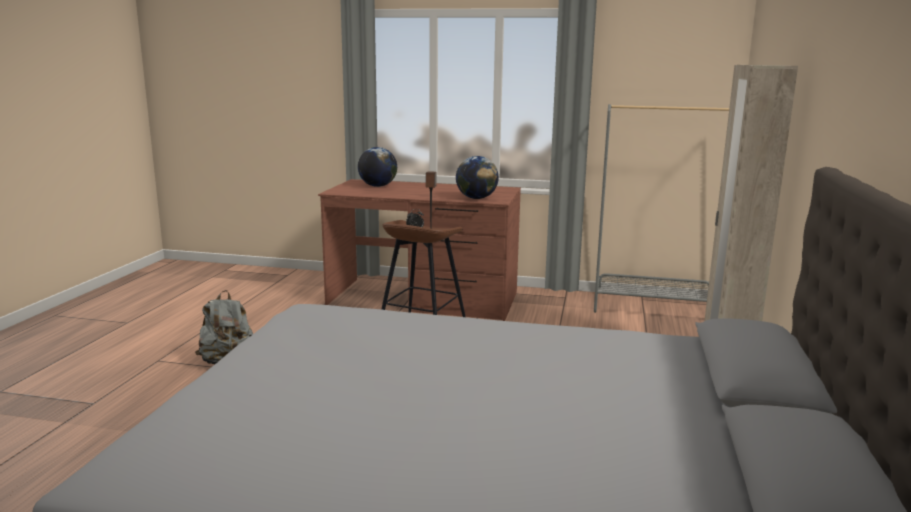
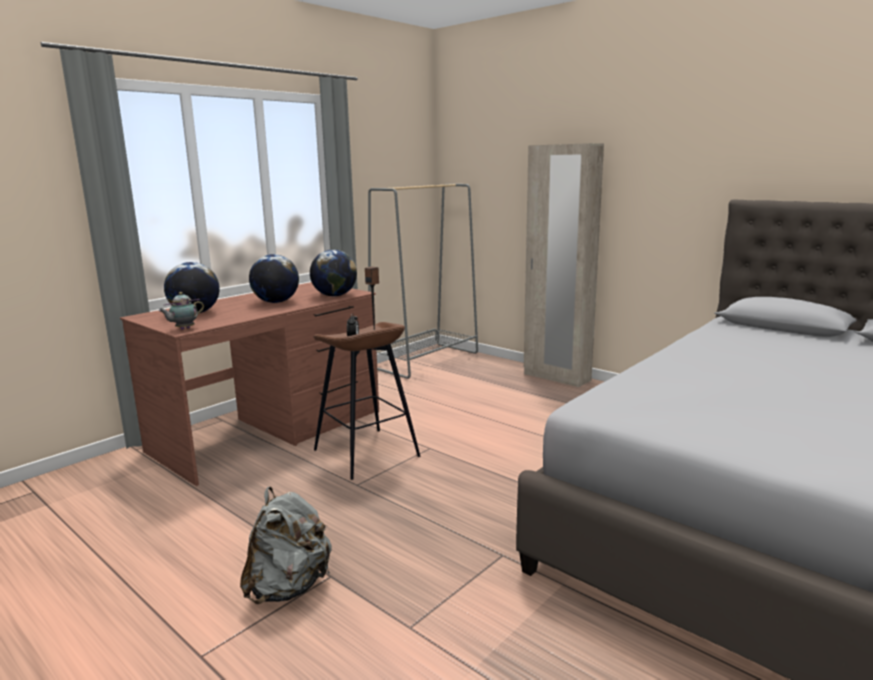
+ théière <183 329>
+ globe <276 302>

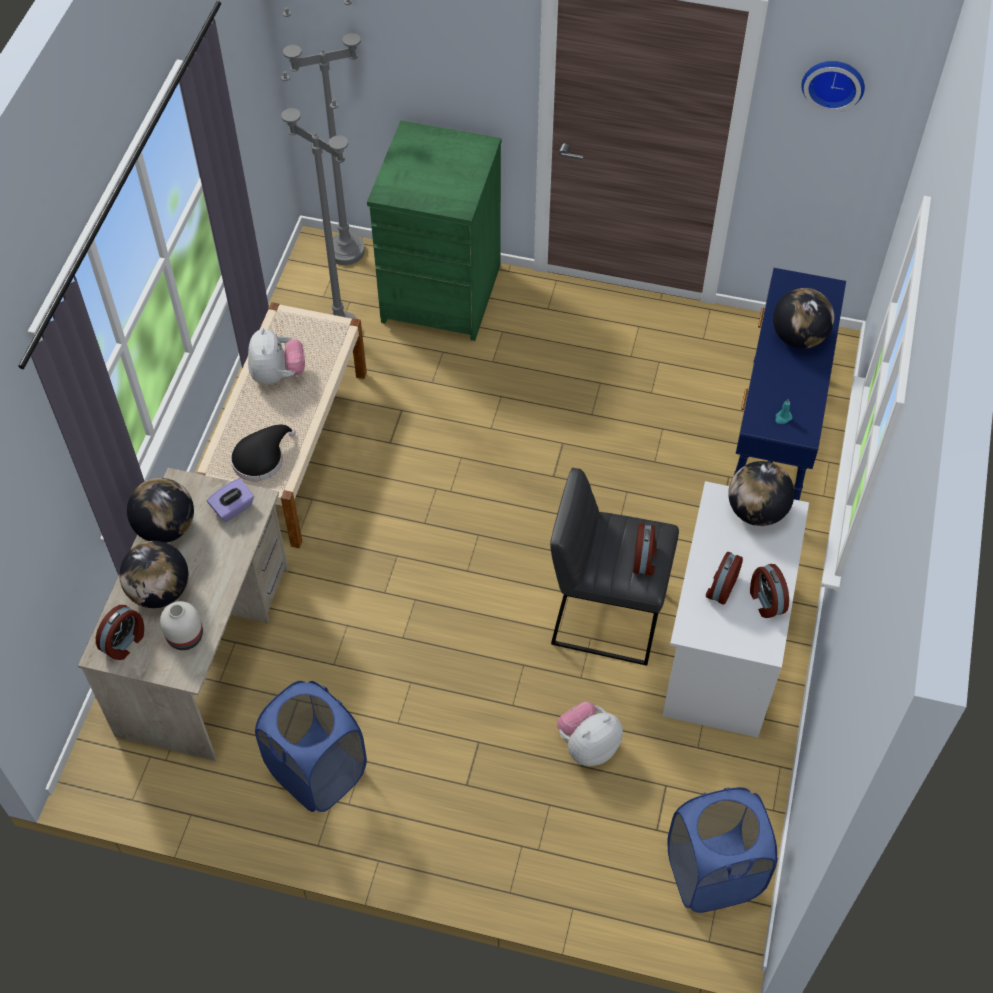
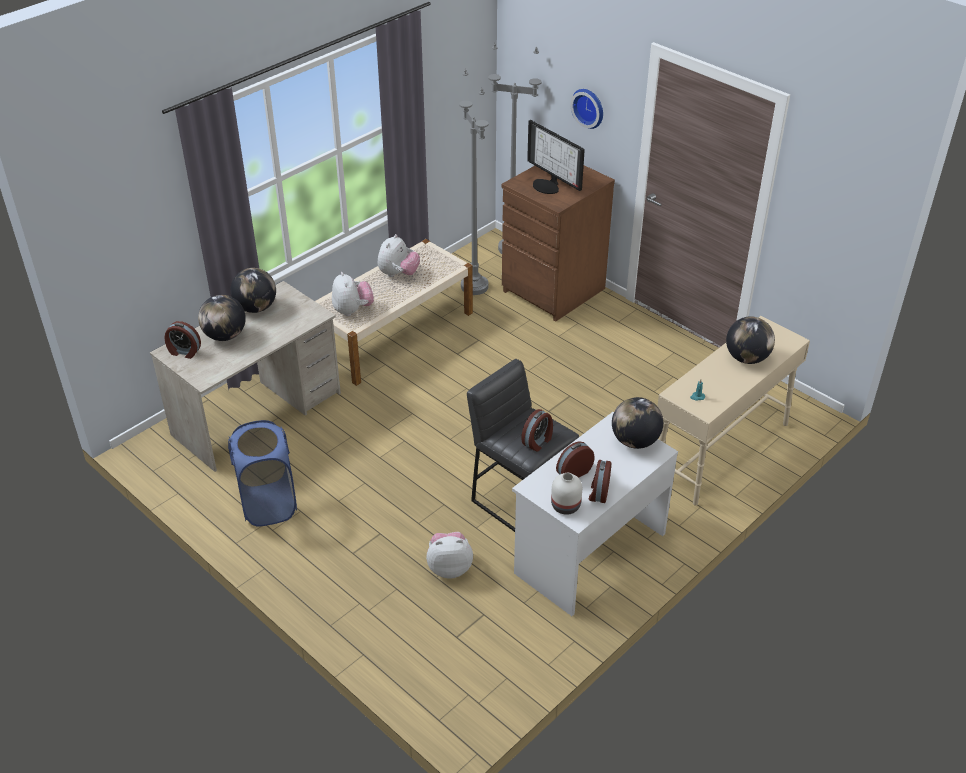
~ réveil <125 642> = <184 352> 45 degrees clockwise
~ vase/blanc <184 636> to <565 505>
- boîte à mouchoirs/violet <233 508>
~ chapeau/noir <261 458> to peluche <352 310>
~ commode/vert <442 295> to commode/marron <554 291>
- panier à linge/bleu <713 873>
~ table console/bleu <771 441> to table console/beige <719 450>
~ horloge murale <833 82> to <589 107>
+ écran d'ordinateur <548 185>

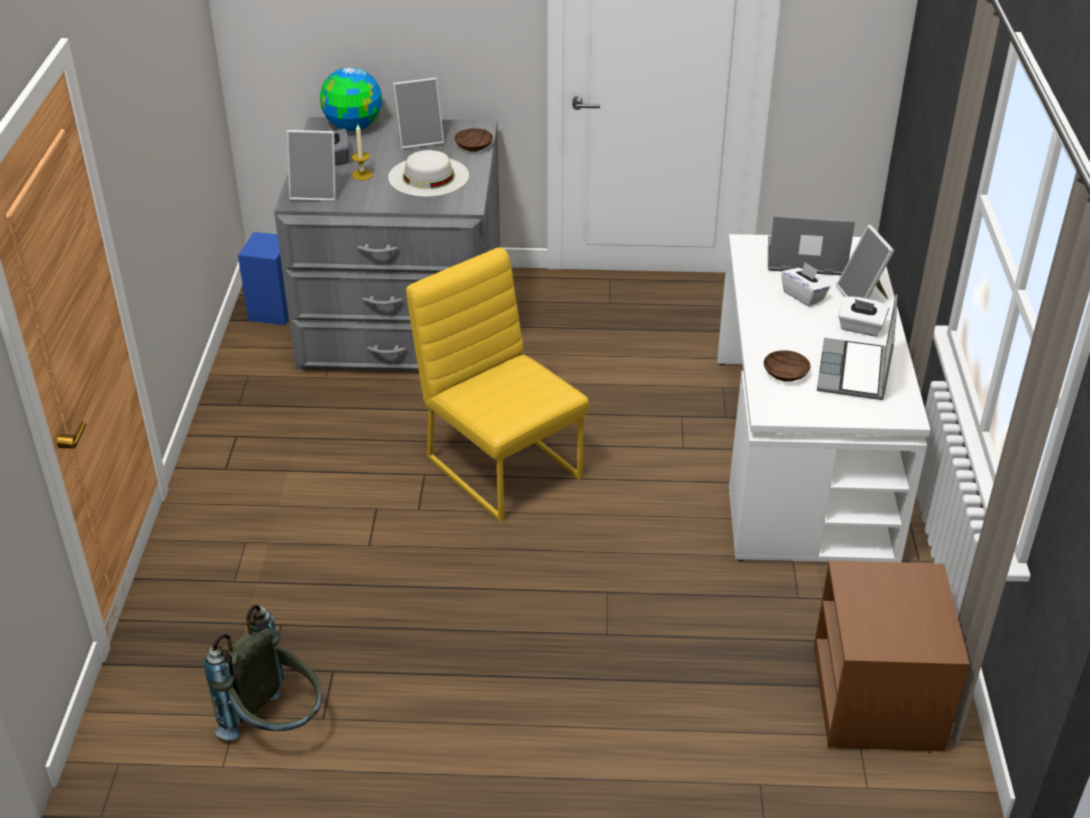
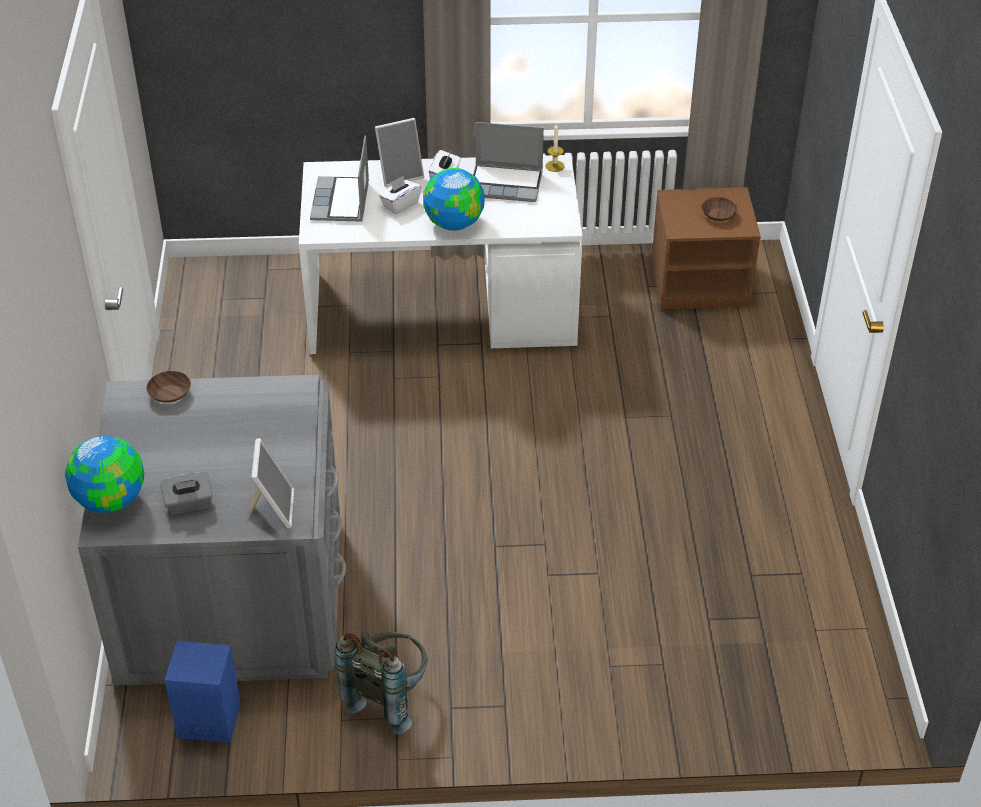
~ sac à dos/gris <277 725> to <388 696>
~ bougie <362 175> to <555 166>
- chapeau/blanc <428 176>
- cadre photo <420 139>
- chaise/jaune <502 464>
~ bol/marron <786 374> to <718 214>
+ globe <453 223>

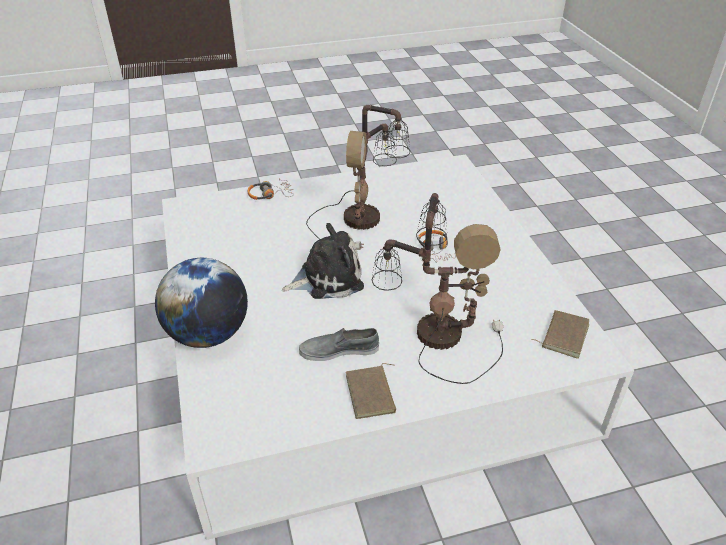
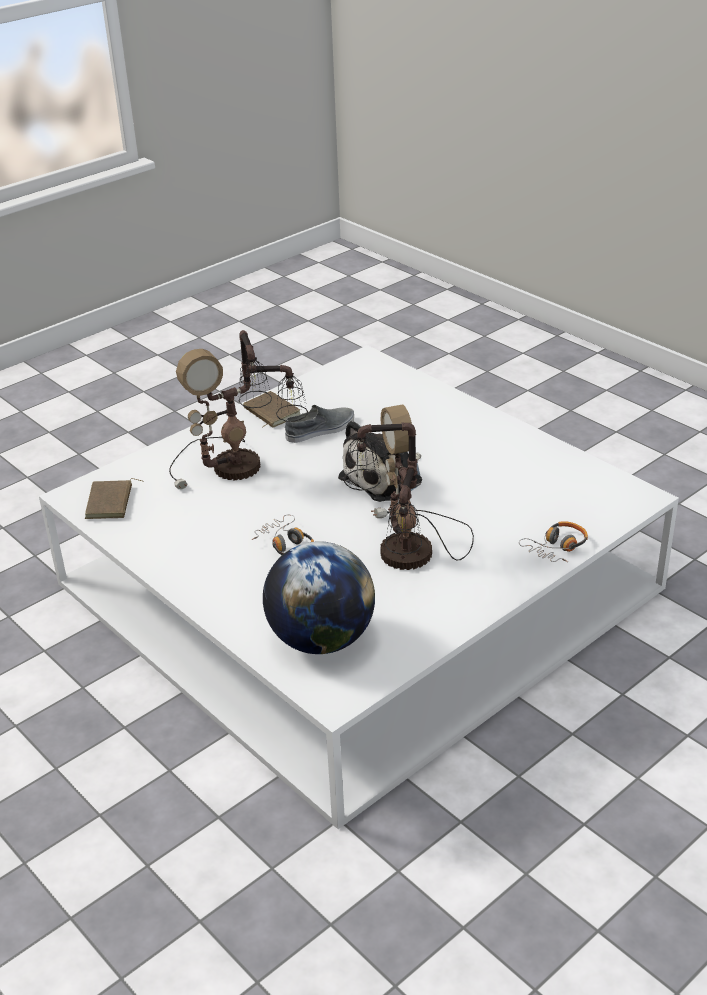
~ globe <209 334> to <321 639>

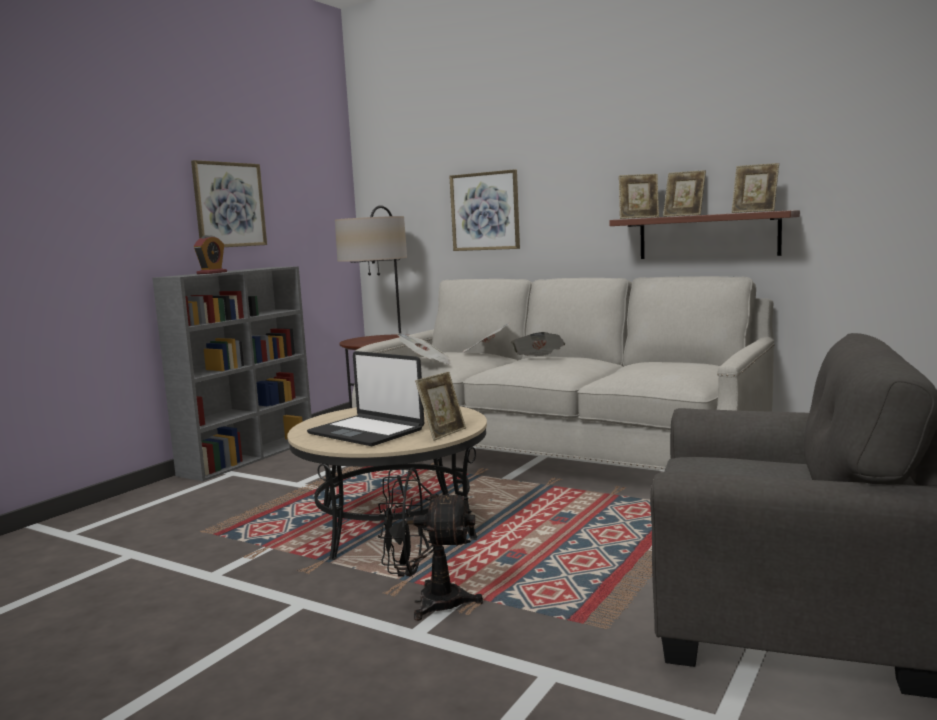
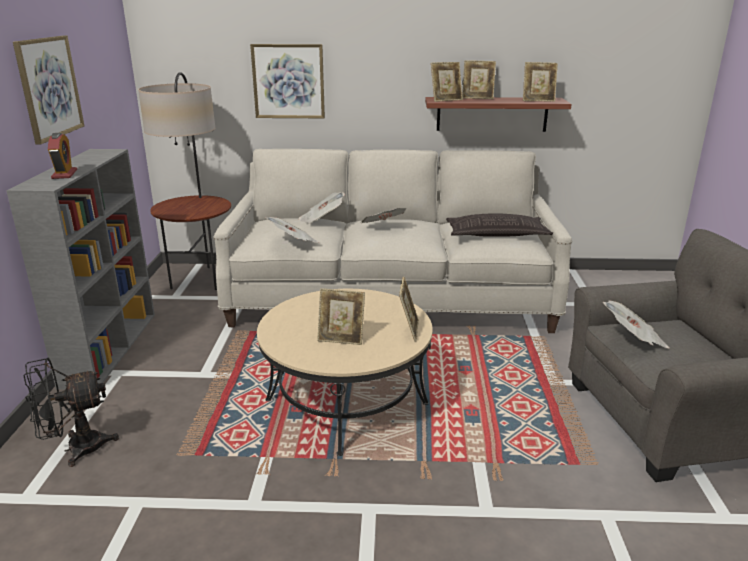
~ ordinateur portable <367 432> to cadre photo <341 339>
~ ventilateur/noir <428 602> to <76 449>
+ coussin <497 234>
+ journal <633 340>

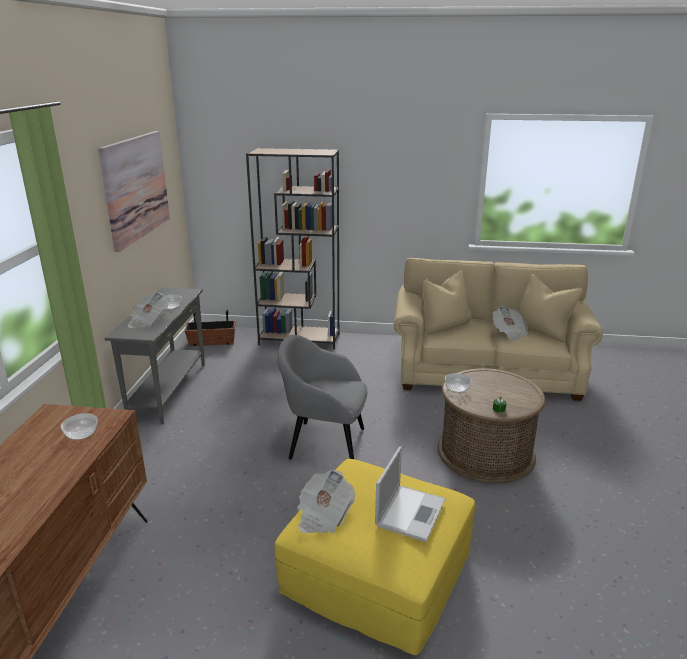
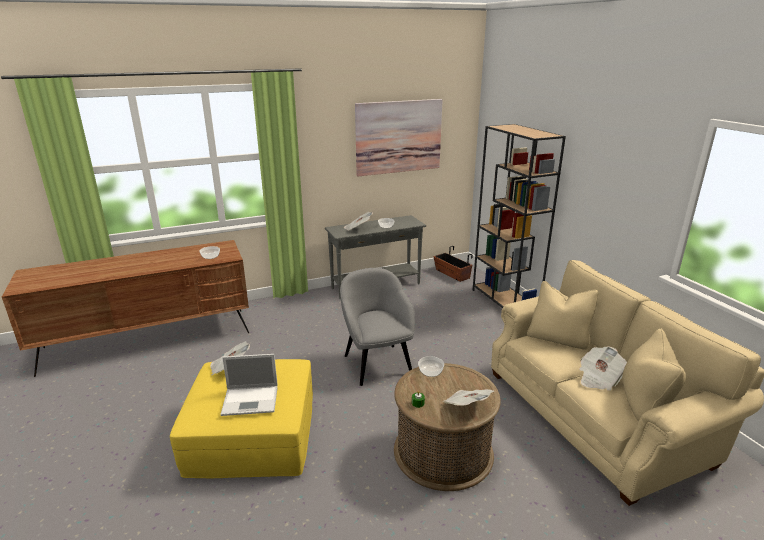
+ journal <467 406>

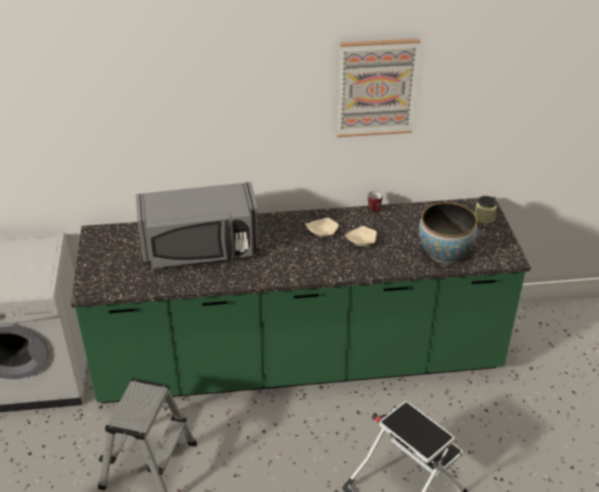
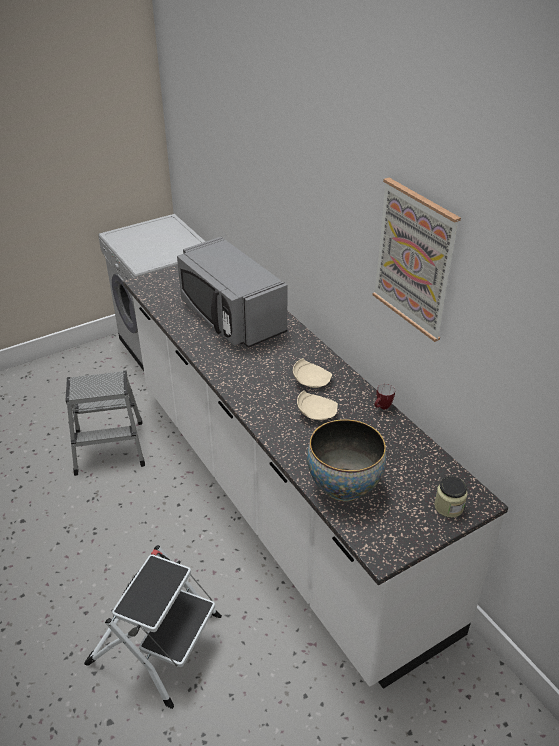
~ comptoir de cuisine/vert <299 362> to comptoir de cuisine/blanc <279 499>

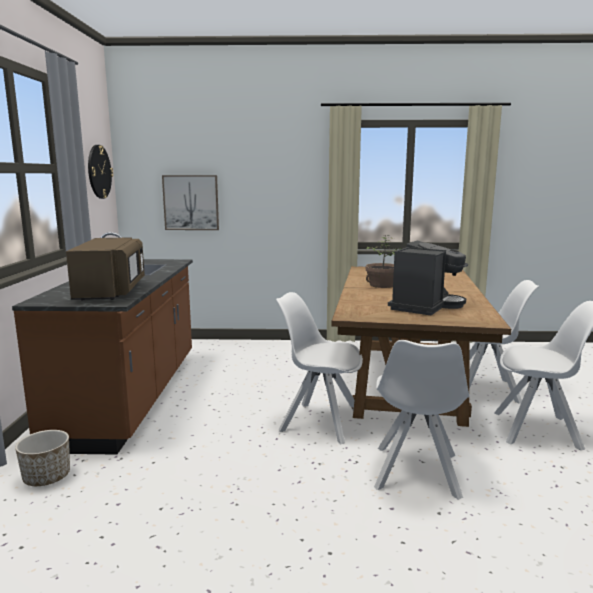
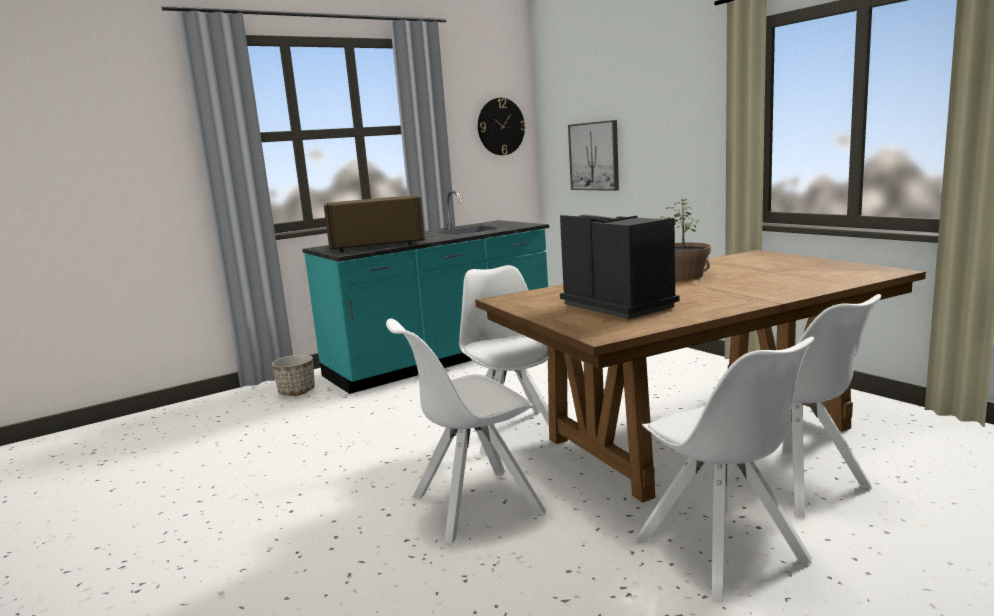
~ comptoir de cuisine/marron <131 397> to comptoir de cuisine/turquoise <441 359>
~ micro-ondes/marron <111 291> = <377 245> 150 degrees counterclockwise
~ machine à café <425 306> = <618 305> 120 degrees counterclockwise

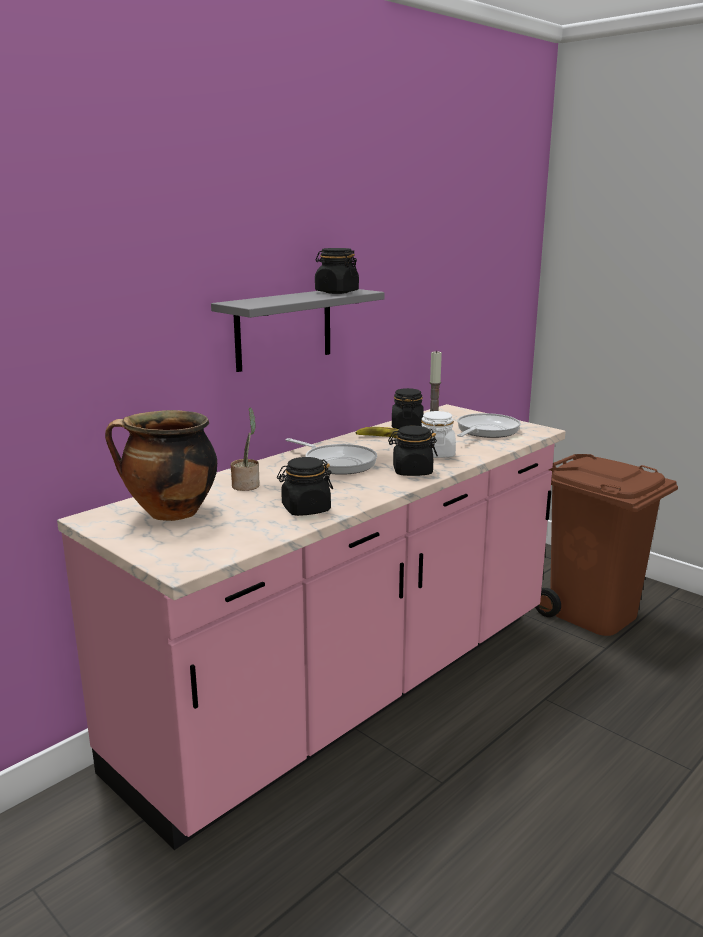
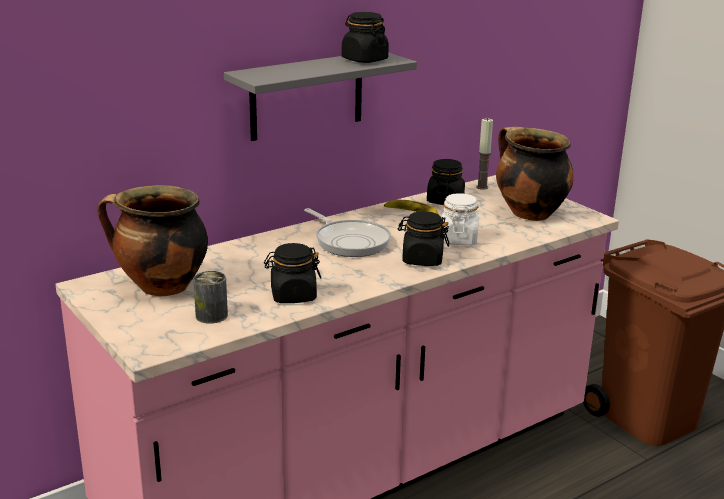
- plante en pot <247 485>
~ poêle <485 431> to marmite <528 213>
+ boîte métallique <211 315>

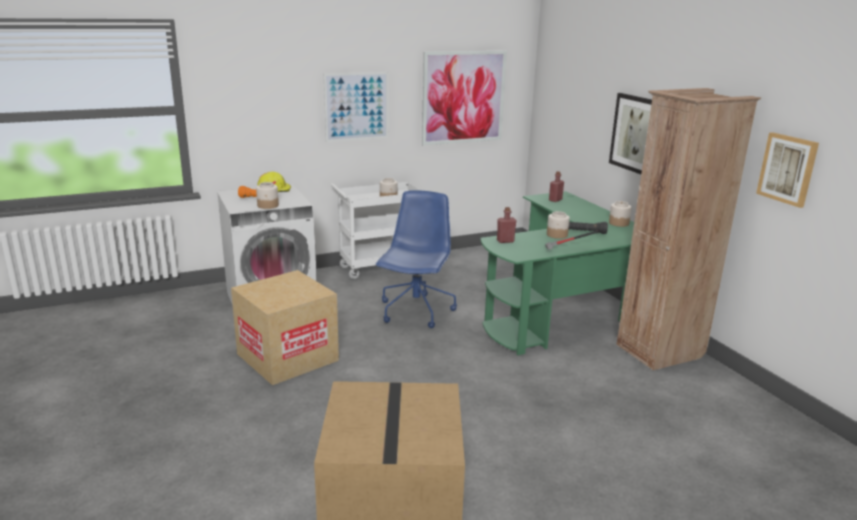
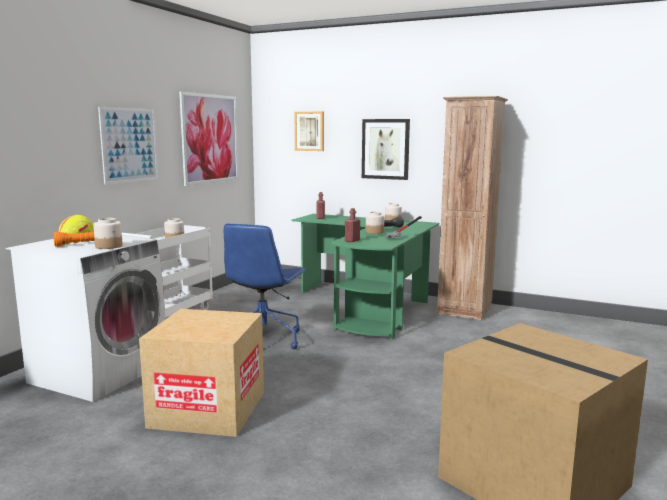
~ chaise de bureau/bleu <415 313> = <265 339> 135 degrees counterclockwise
~ tableau <787 169> to <309 131>

